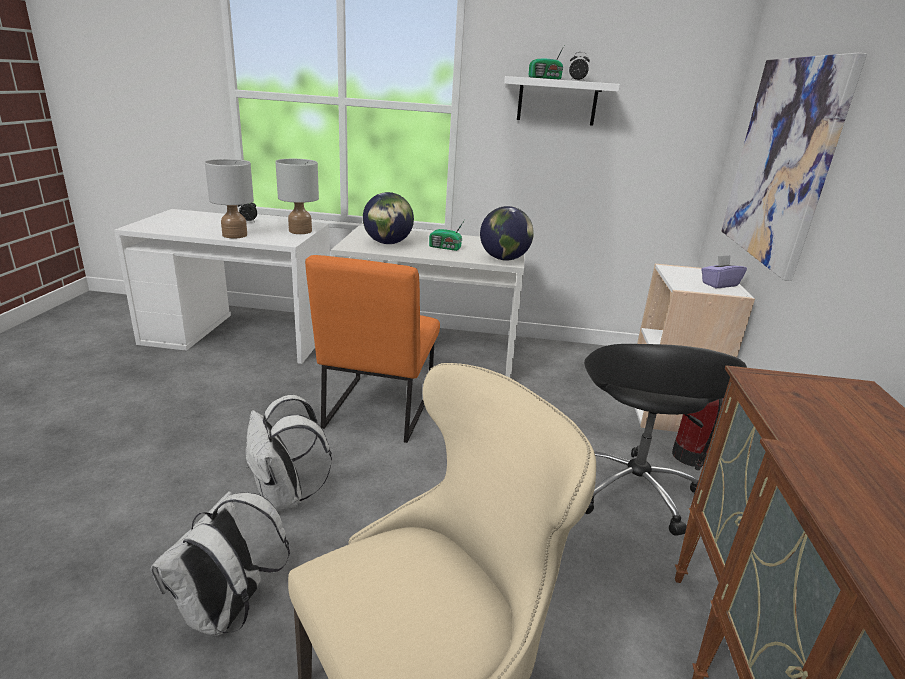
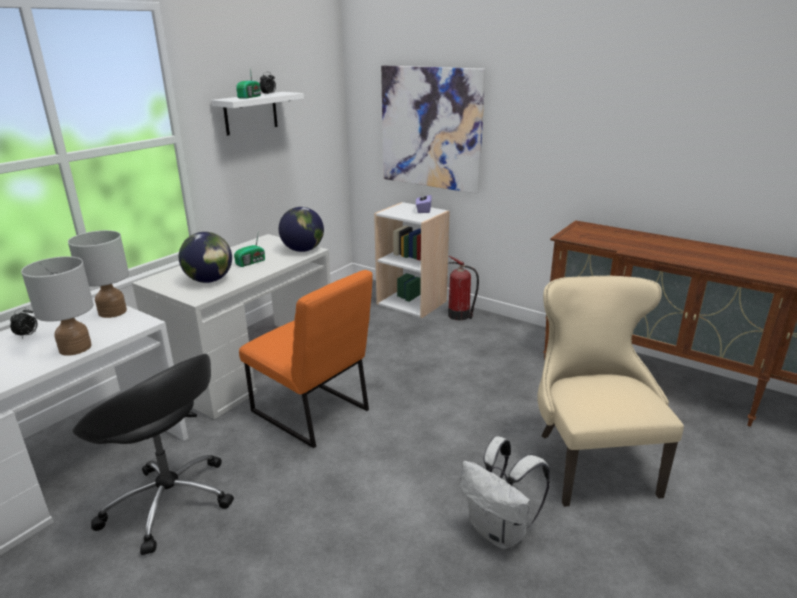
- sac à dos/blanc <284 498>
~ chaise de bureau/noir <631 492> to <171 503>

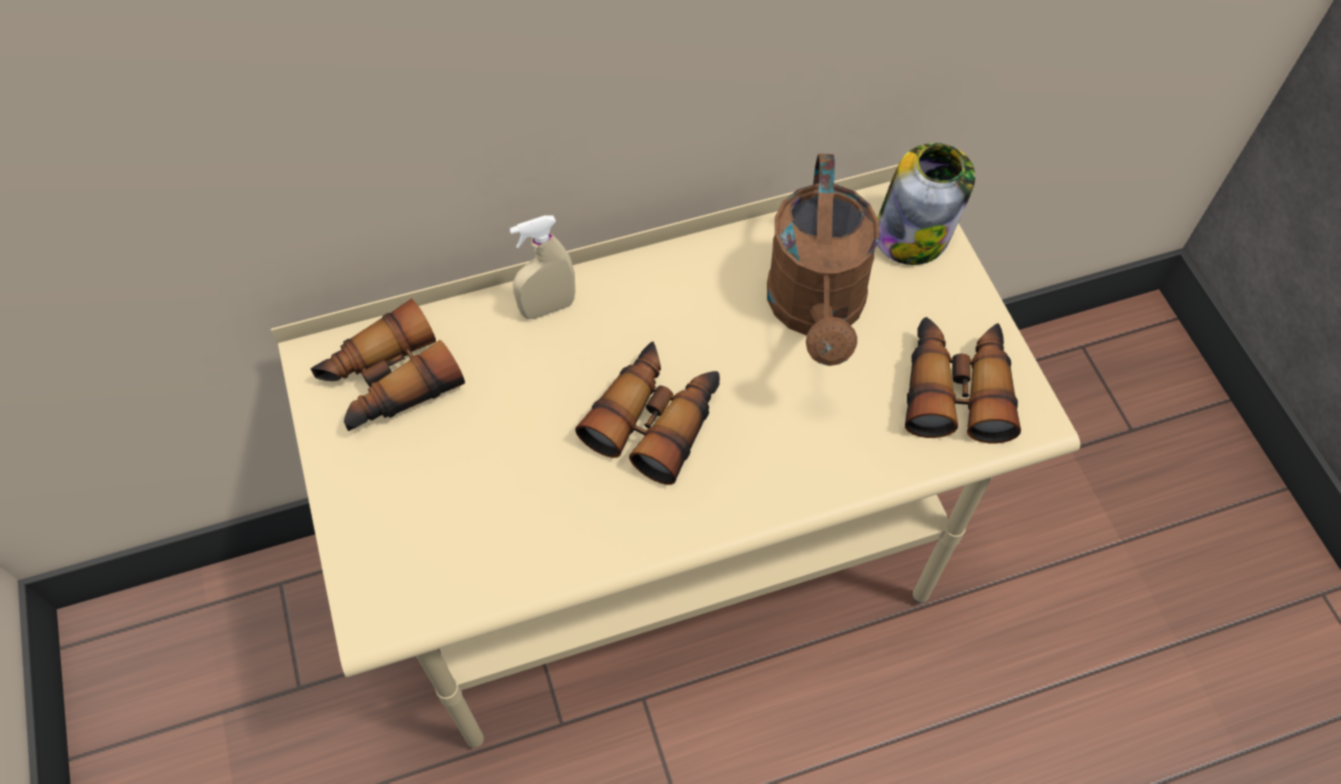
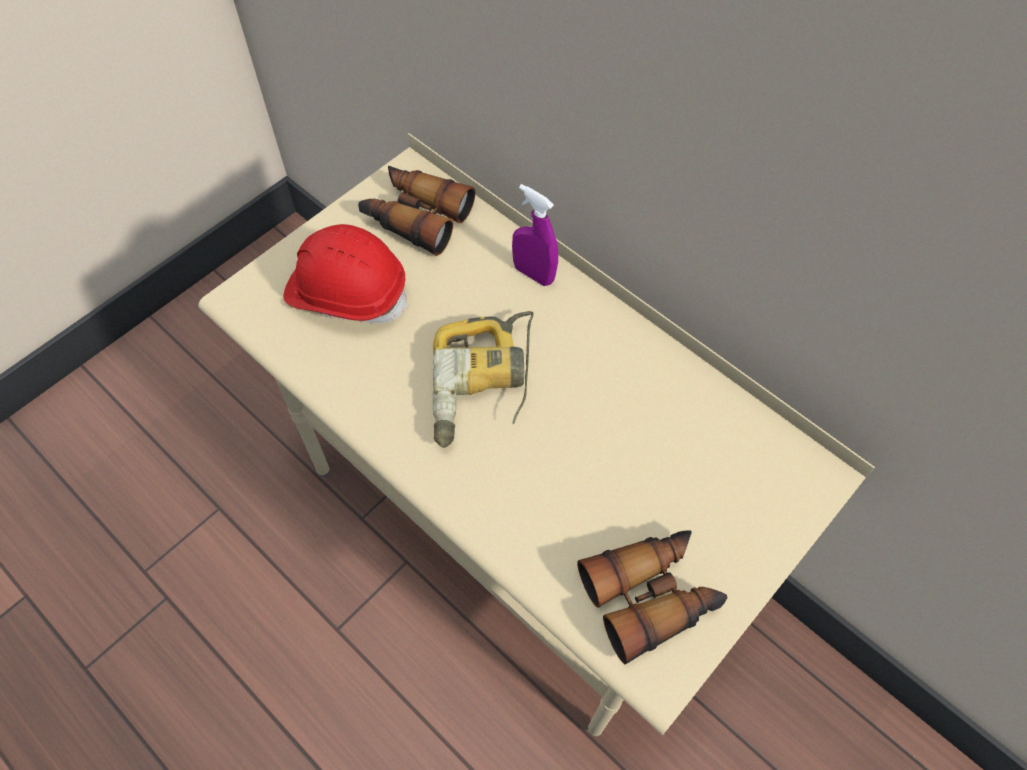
~ vaporisateur/beige <548 308> to vaporisateur/violet <533 274>
~ jumelles <655 419> to perceuse <483 386>
- arrosoir/marron <817 312>
- bocal <913 234>
+ casque de chantier/rouge <347 293>

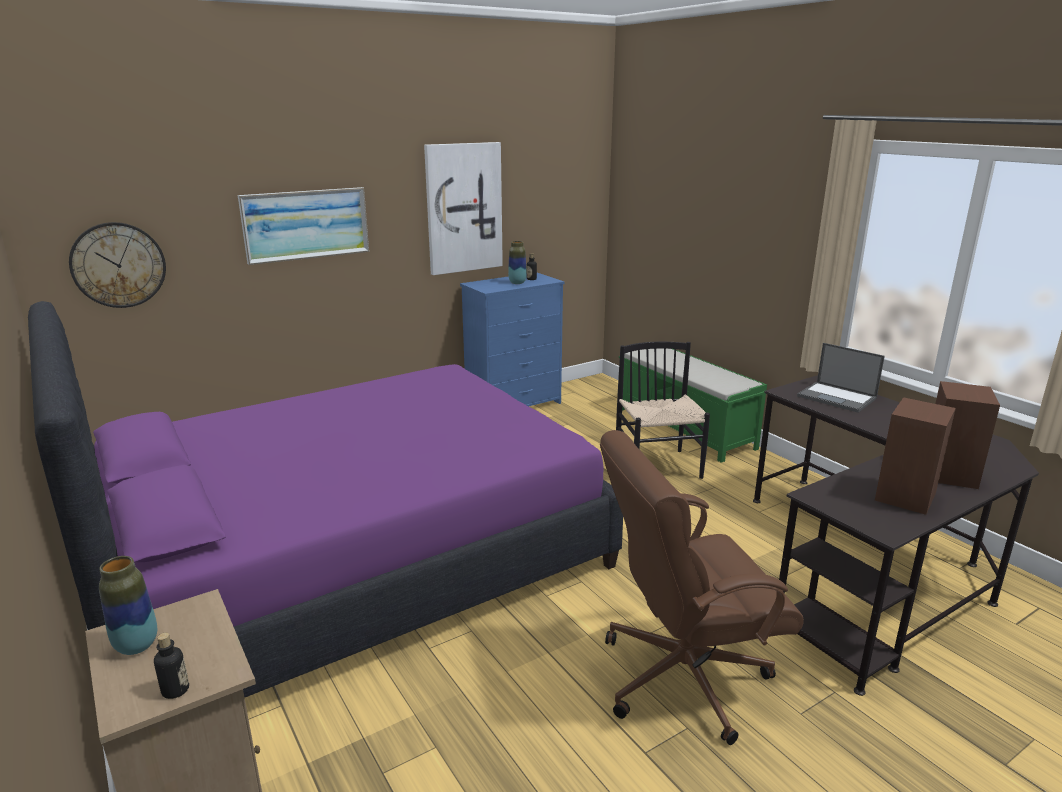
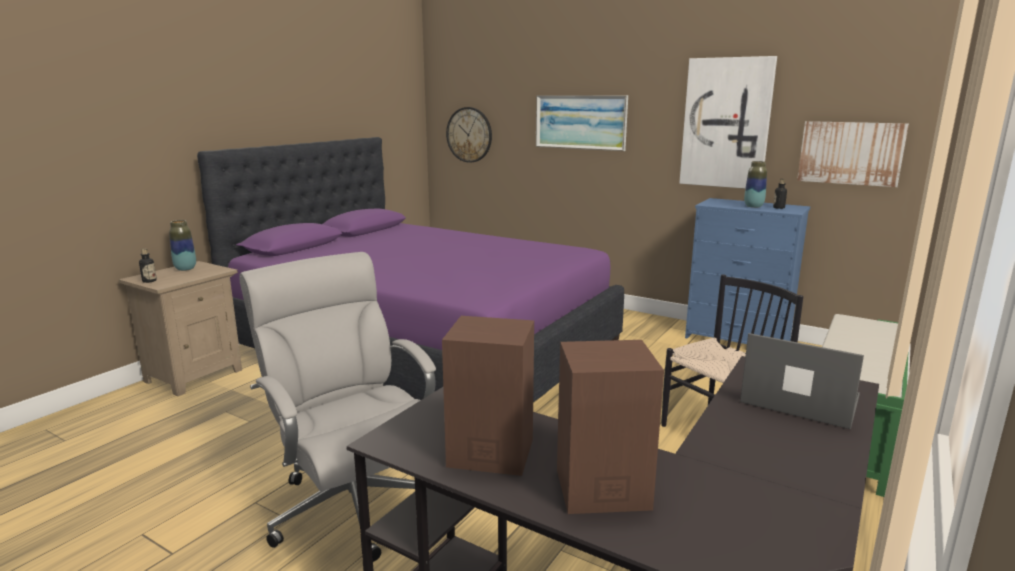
~ chaise de bureau/marron <684 677> to chaise de bureau/gris <353 507>
~ ordinateur portable <837 397> = <798 399> 105 degrees clockwise
+ tableau <850 153>

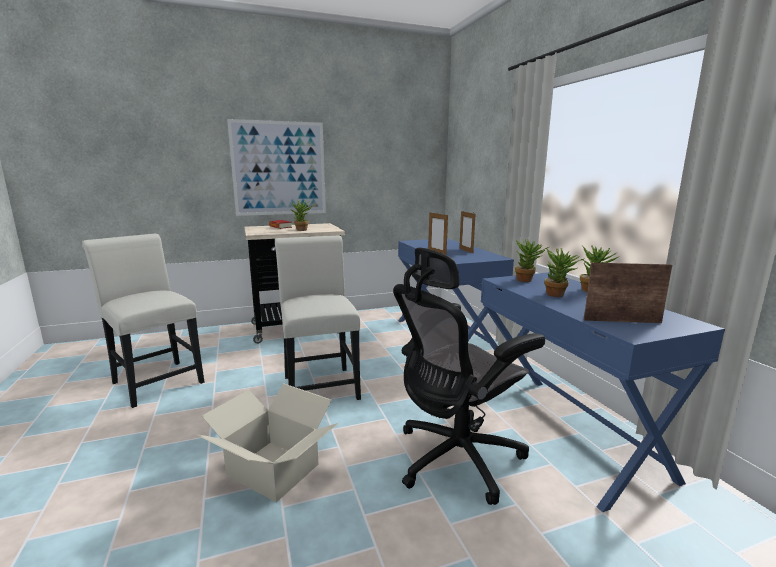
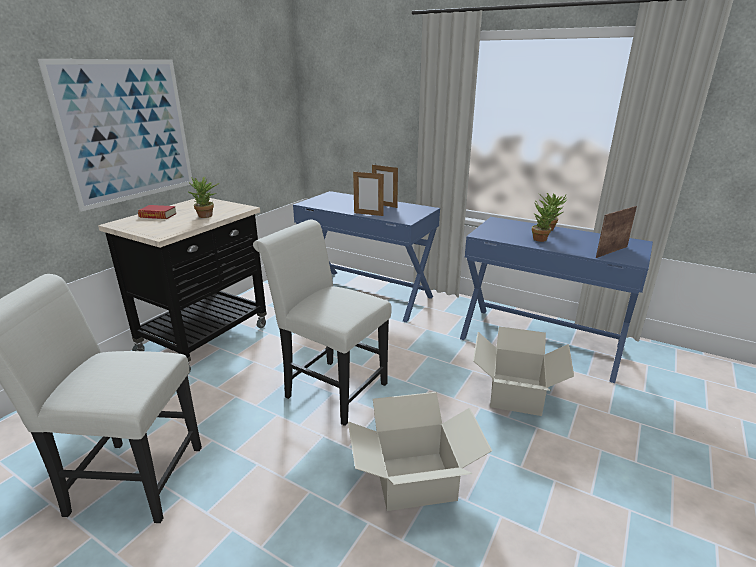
~ chaise de bureau <458 459> to carton <515 393>
- plante en pot <527 280>

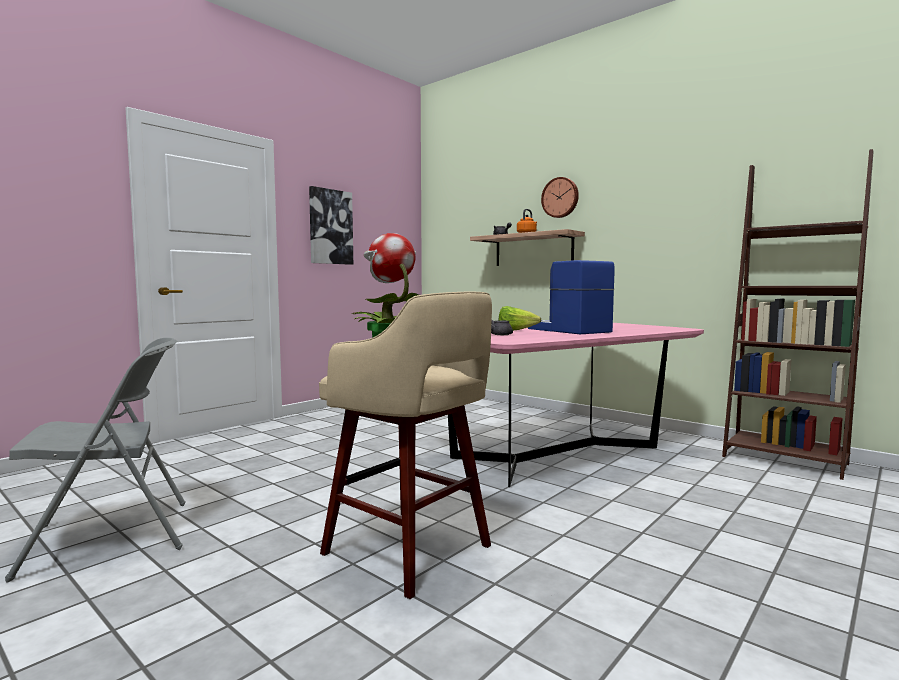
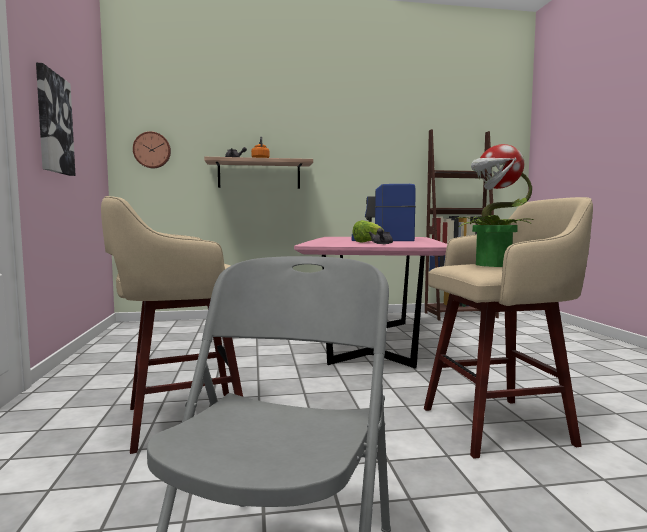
~ horloge murale <560 197> to <152 150>
+ tabouret/beige <180 420>

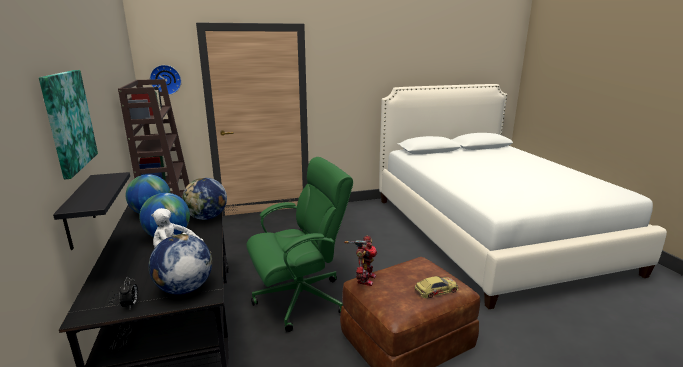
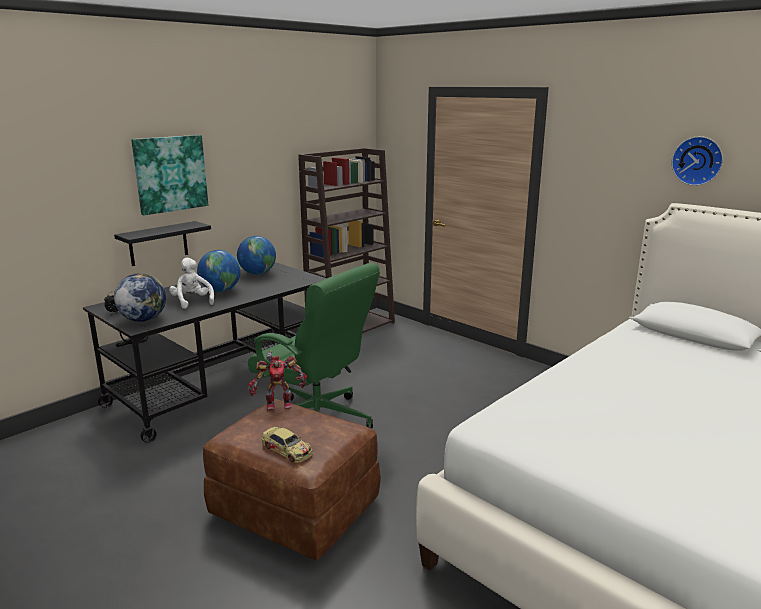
~ horloge murale <166 79> to <698 160>
- globe <207 217>

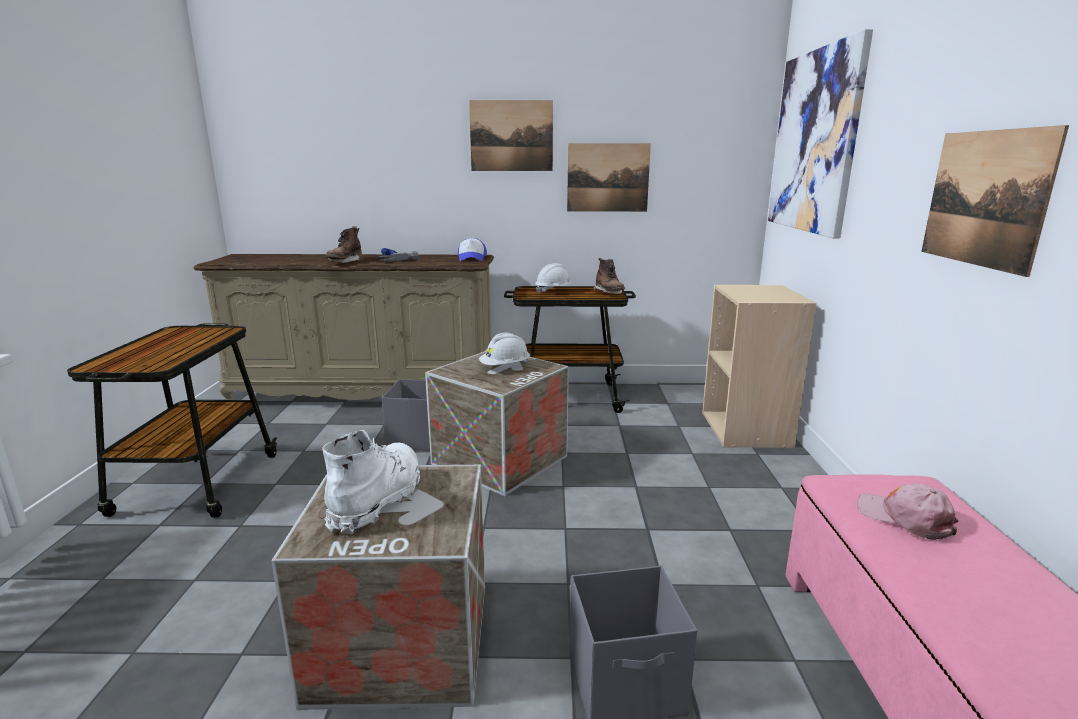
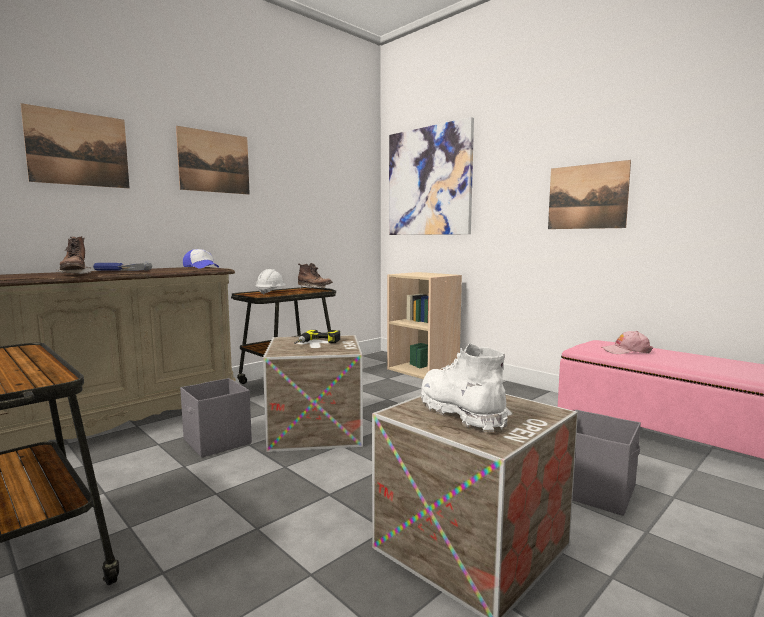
~ casque de chantier/blanc <505 367> to perceuse <317 343>
~ tableau <608 178> to <78 149>

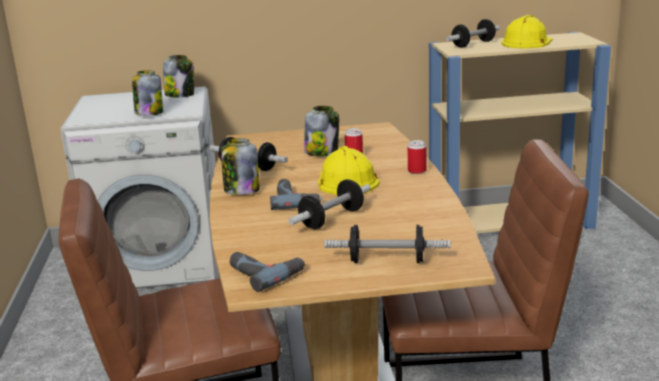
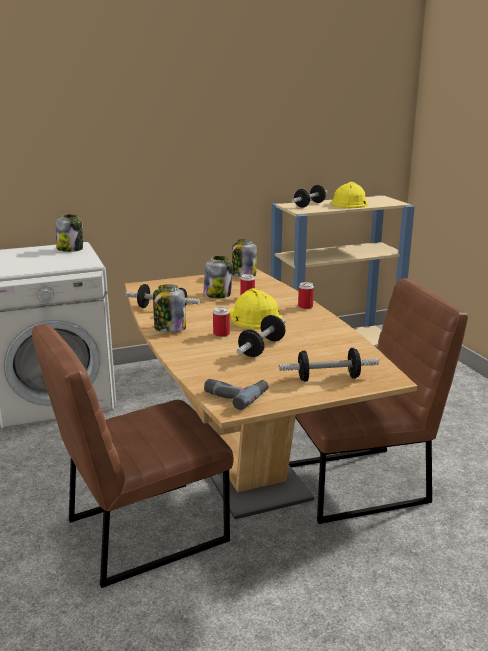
~ bocal <149 113> to <243 275>
~ perceuse <295 200> to boîte métallique <221 334>

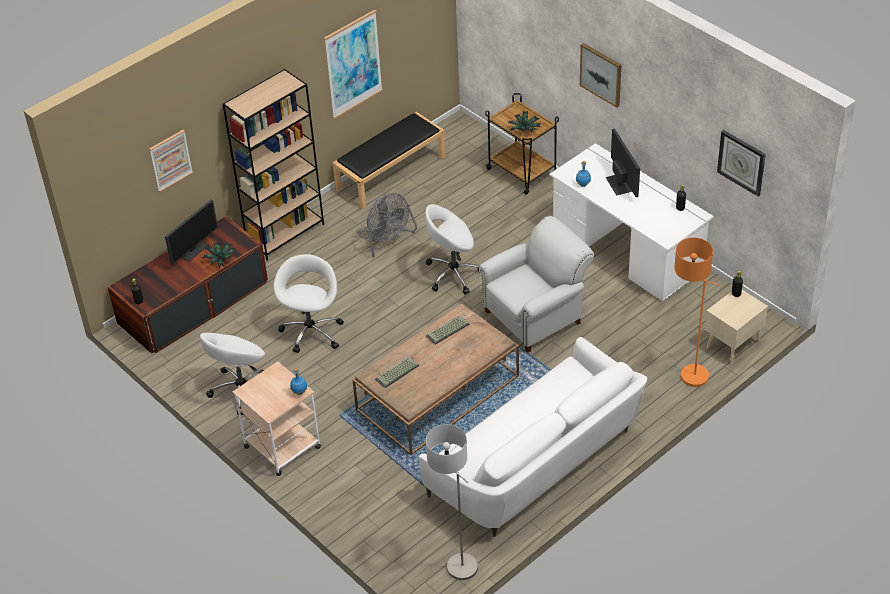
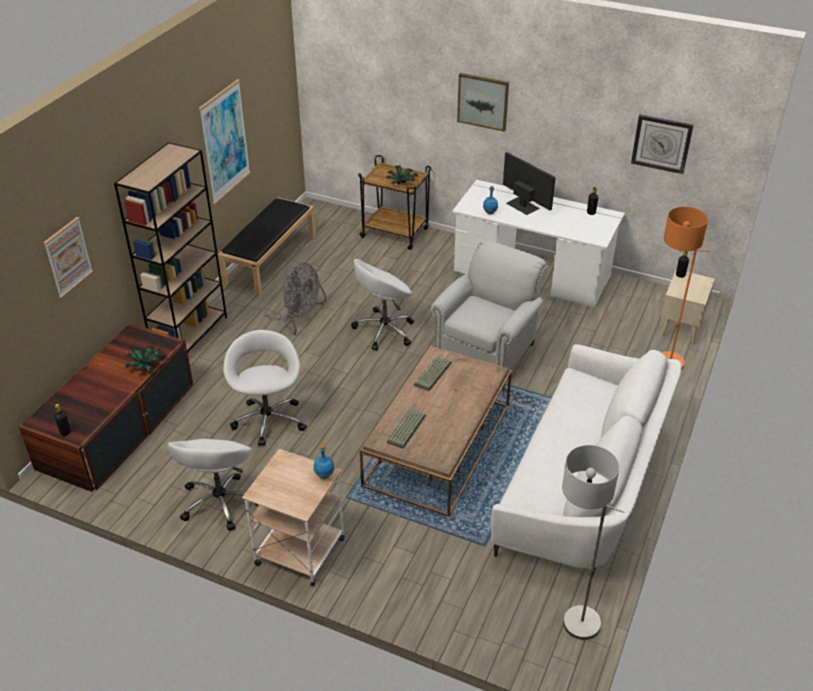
- écran d'ordinateur <192 249>

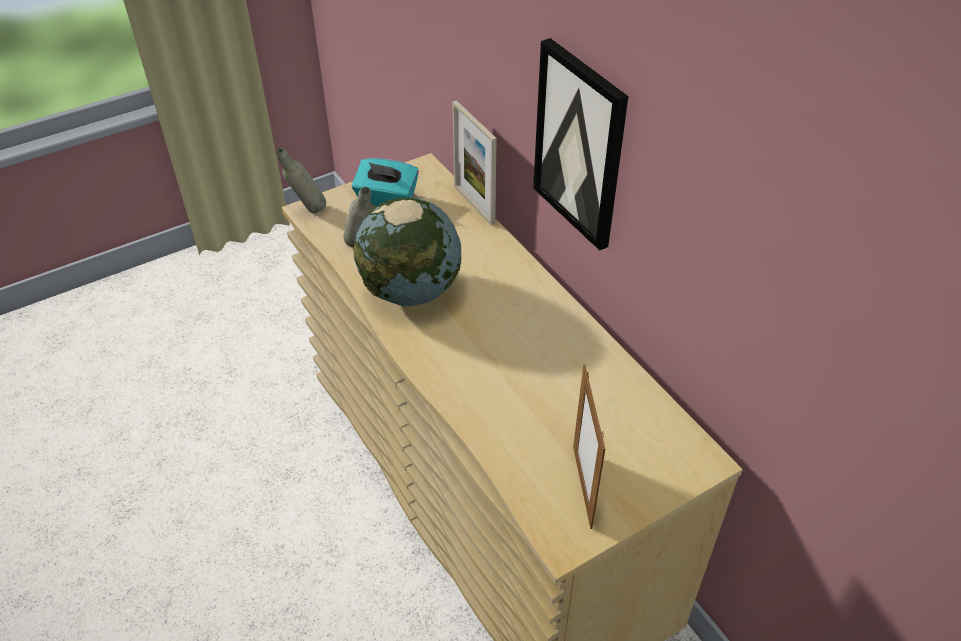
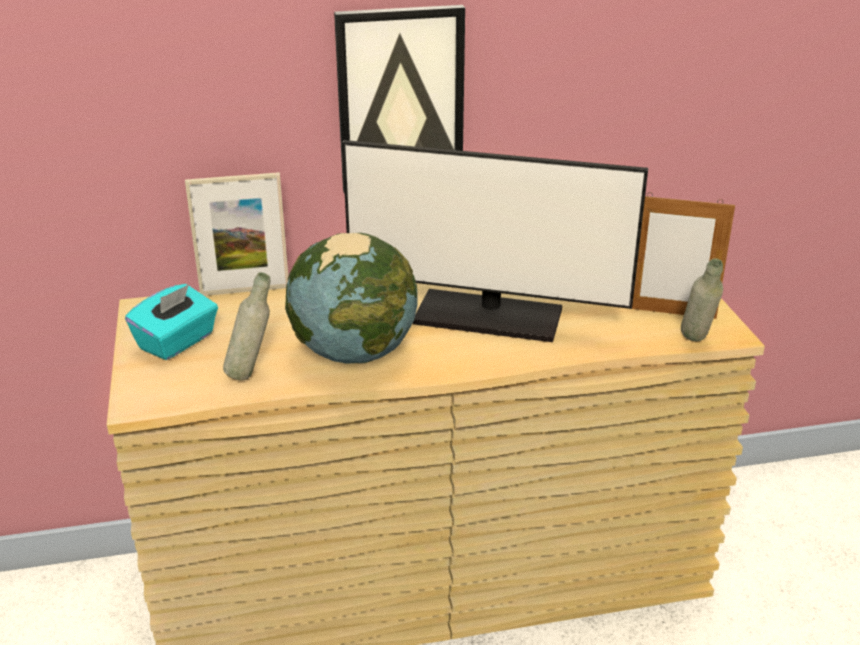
~ bouteille/gris <307 211> to <696 343>
+ écran d'ordinateur <488 316>

